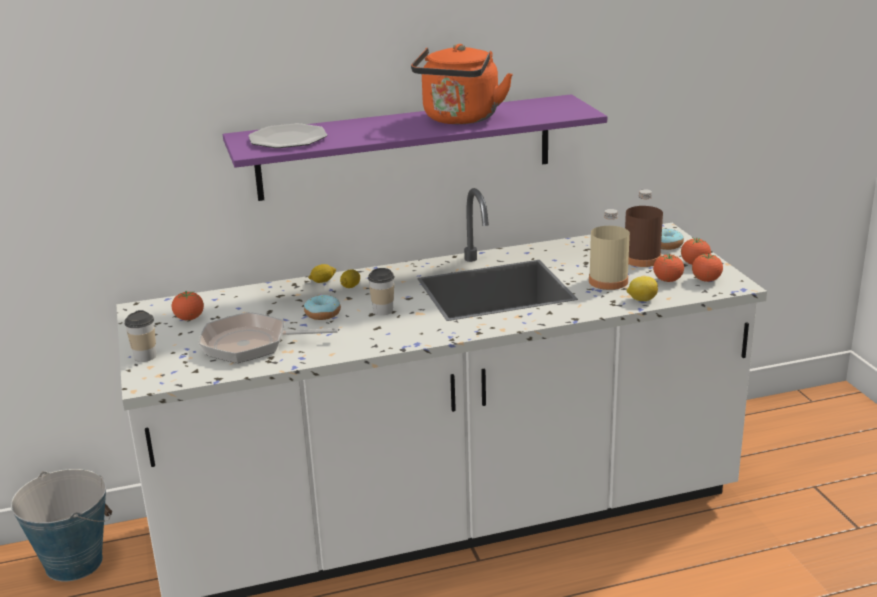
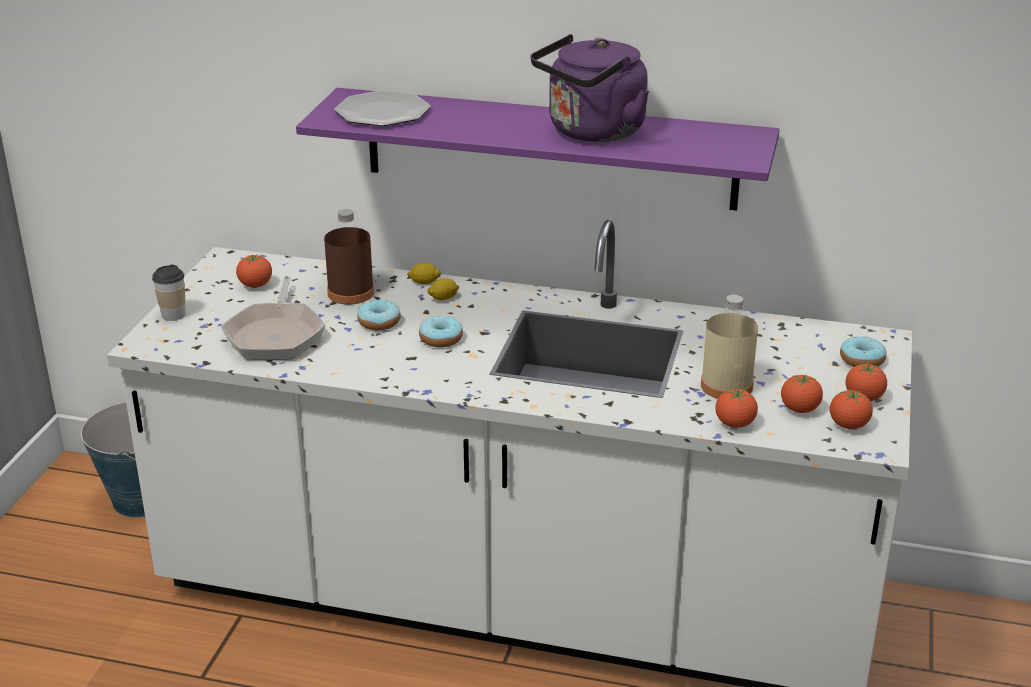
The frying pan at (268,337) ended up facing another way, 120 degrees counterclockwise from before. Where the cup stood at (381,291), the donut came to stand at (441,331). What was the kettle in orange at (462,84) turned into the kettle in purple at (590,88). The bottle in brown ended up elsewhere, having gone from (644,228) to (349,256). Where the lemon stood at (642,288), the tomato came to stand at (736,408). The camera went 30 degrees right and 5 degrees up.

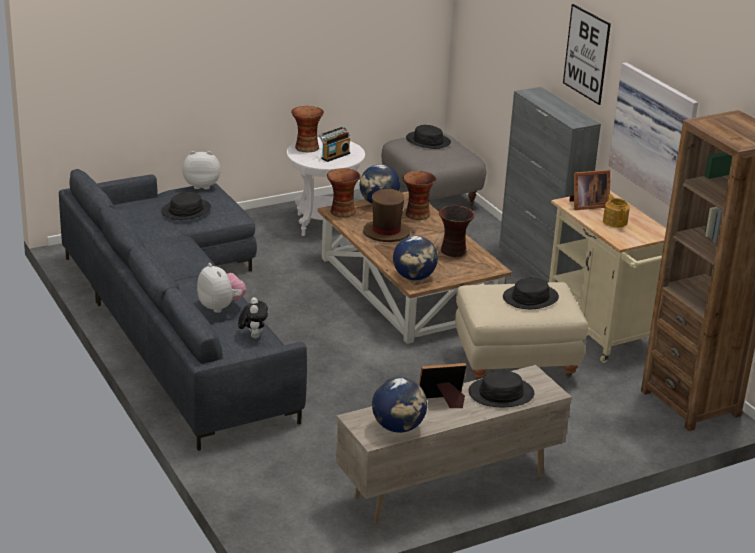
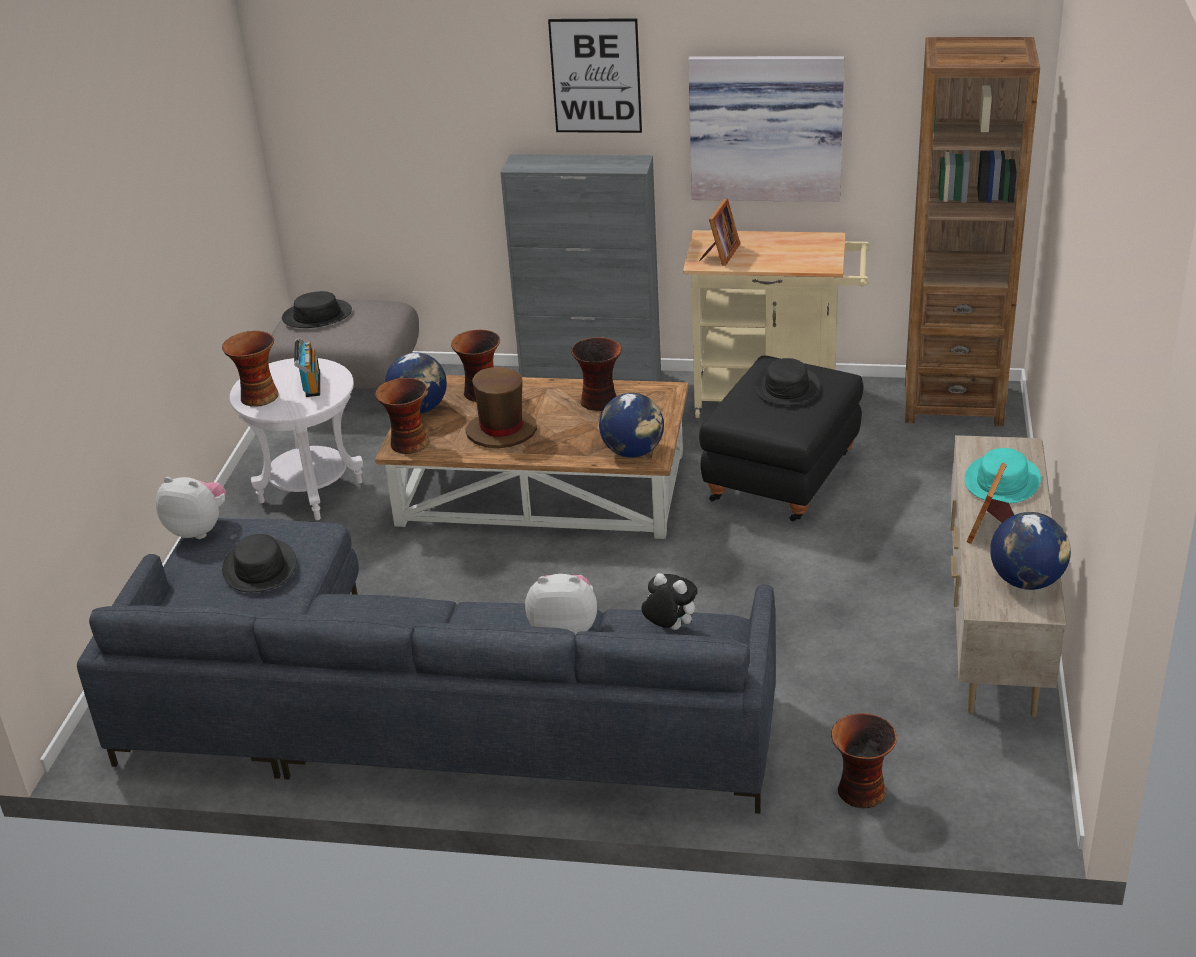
The plush toy at (201,170) ended up facing another way, 75 degrees clockwise from before. What was the ottoman in beige at (521,331) turned into the ottoman in black at (781,438). What was the hat in black at (501,389) turned into the hat in turquoise at (1003,476). The second view lost the teapot at (616,210). The second view gained the vase at (864,760). The camera went 50 degrees left and 5 degrees up.

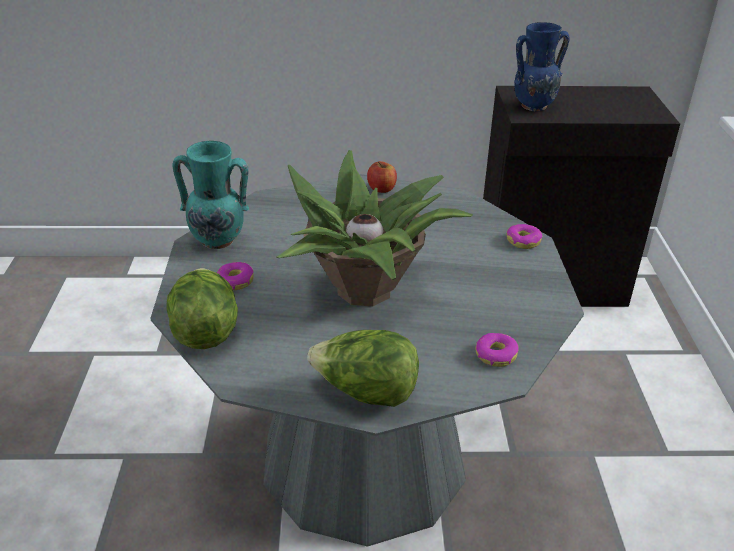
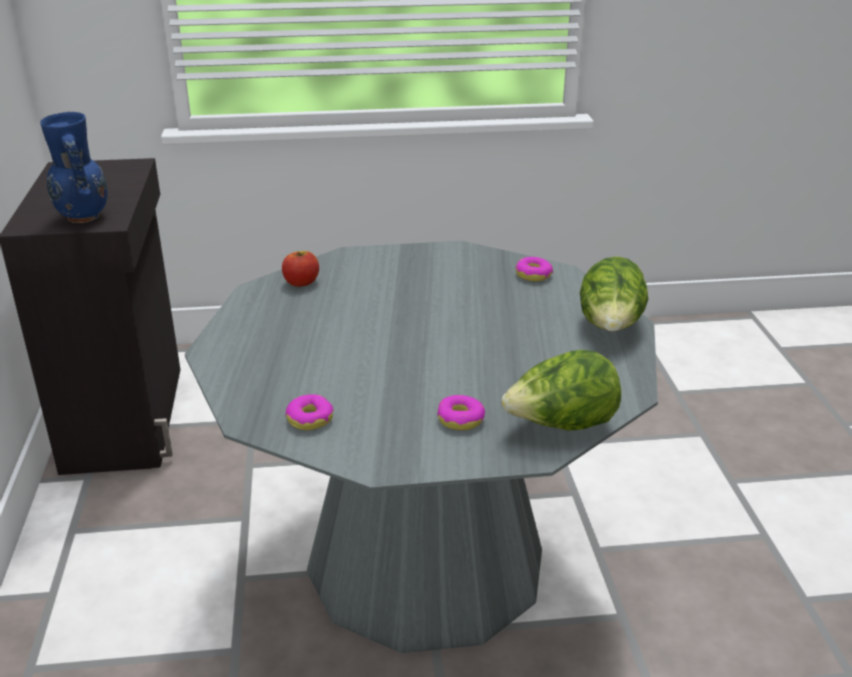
The second view lost the vase in turquoise at (211,195). The second view lost the potted plant at (375,228). The apple ended up elsewhere, having gone from (382,177) to (300,269). The donut ended up elsewhere, having gone from (524,236) to (309,412). The camera went 95 degrees left and 5 degrees down.

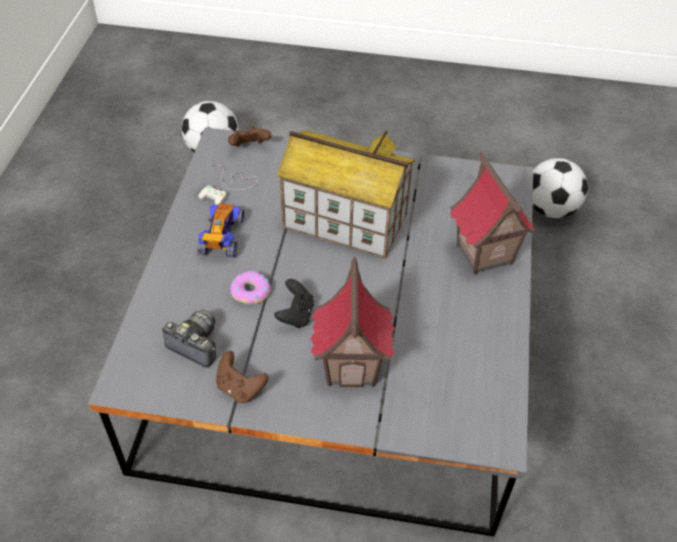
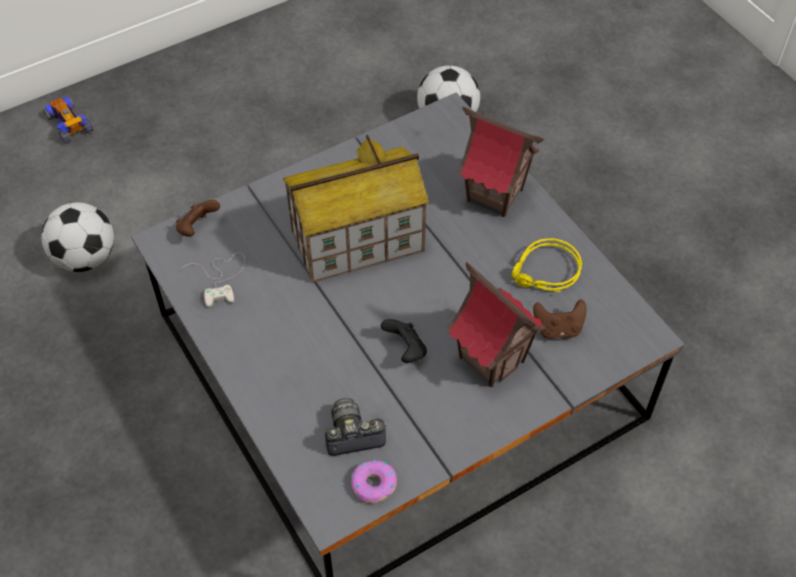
The toy car ended up elsewhere, having gone from (220,231) to (68,120). The game controller in brown ended up elsewhere, having gone from (242,377) to (560,319). The donut ended up elsewhere, having gone from (250,287) to (374,481). The second view gained the headphones in yellow at (546,265). The camera went 40 degrees left and 5 degrees up.

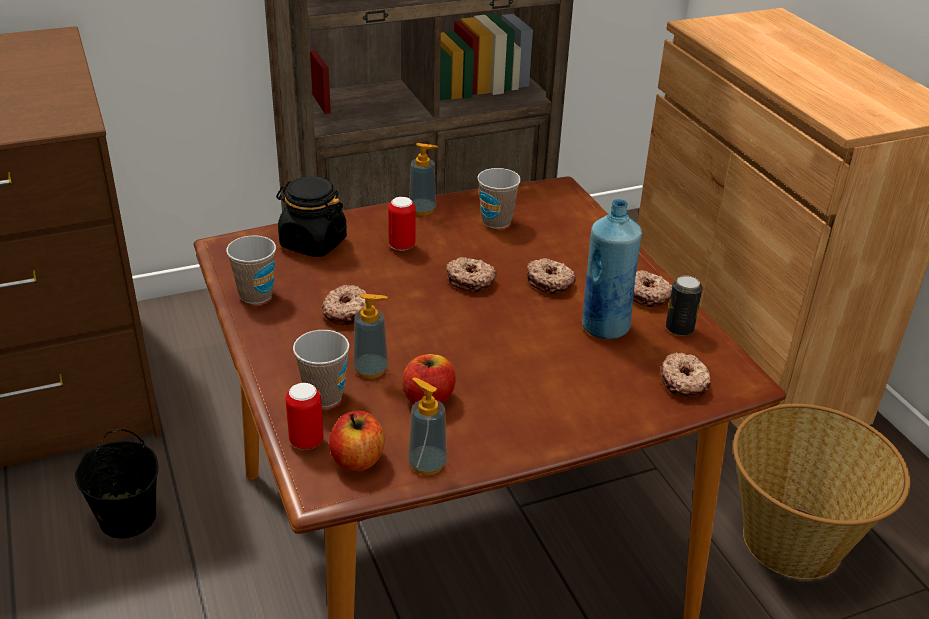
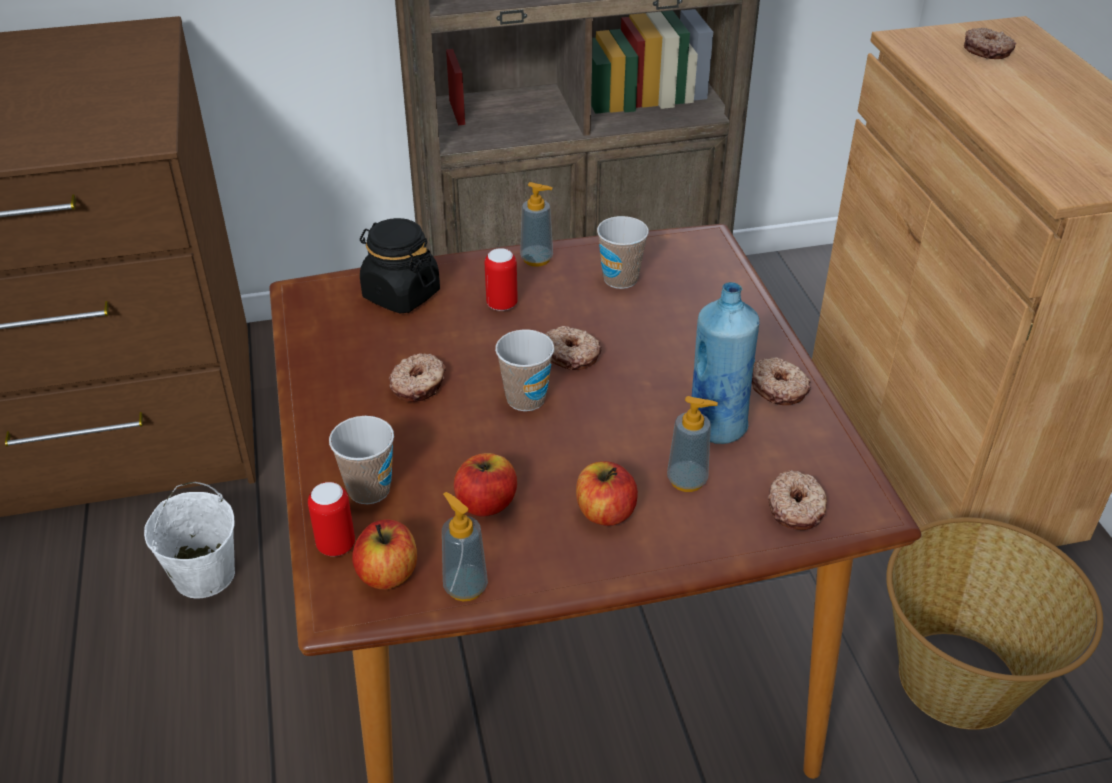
What was the bucket in black at (117,484) turned into the bucket in white at (189,540). The cup ended up elsewhere, having gone from (251,269) to (524,370). The soap dispenser ended up elsewhere, having gone from (370,336) to (692,444). The donut ended up elsewhere, having gone from (551,276) to (990,43). The second view lost the can at (684,305). The second view gained the apple at (607,493). The camera went 10 degrees right and 5 degrees up.

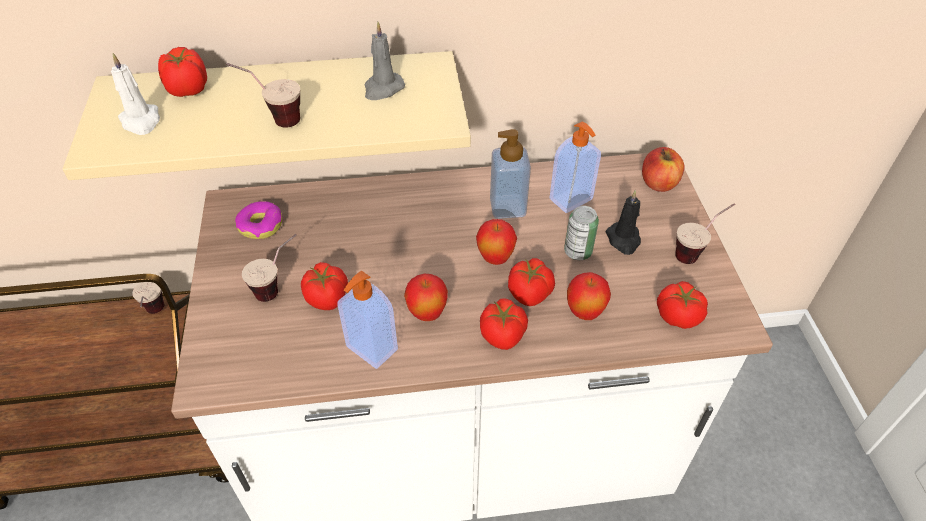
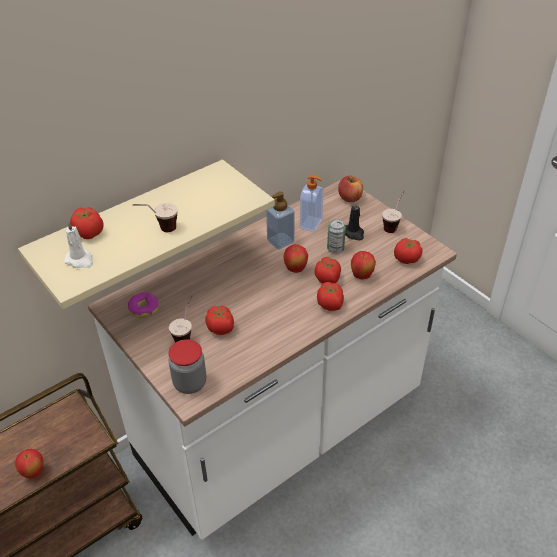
The second view lost the cup at (148,298). The second view lost the soap dispenser at (367,320). The second view lost the candle in grey at (385,61). The apple ended up elsewhere, having gone from (426,297) to (29,463). The second view gained the jar at (187,366). The camera went 30 degrees left and 5 degrees down.

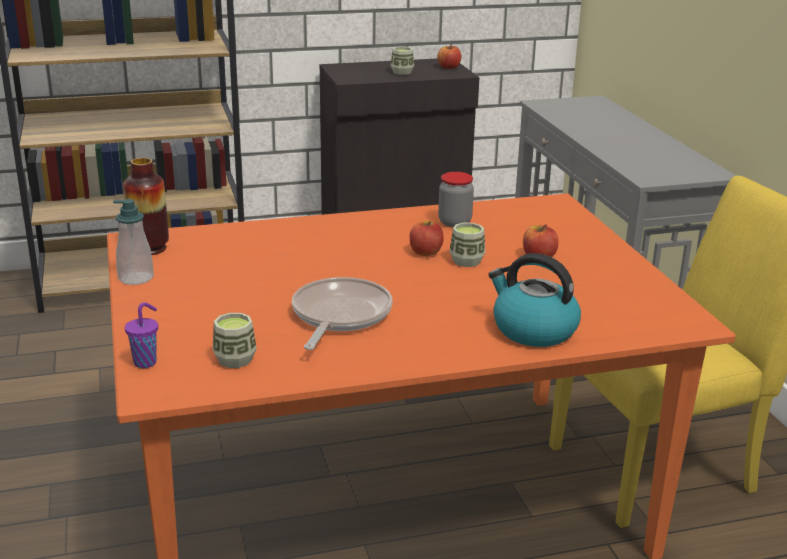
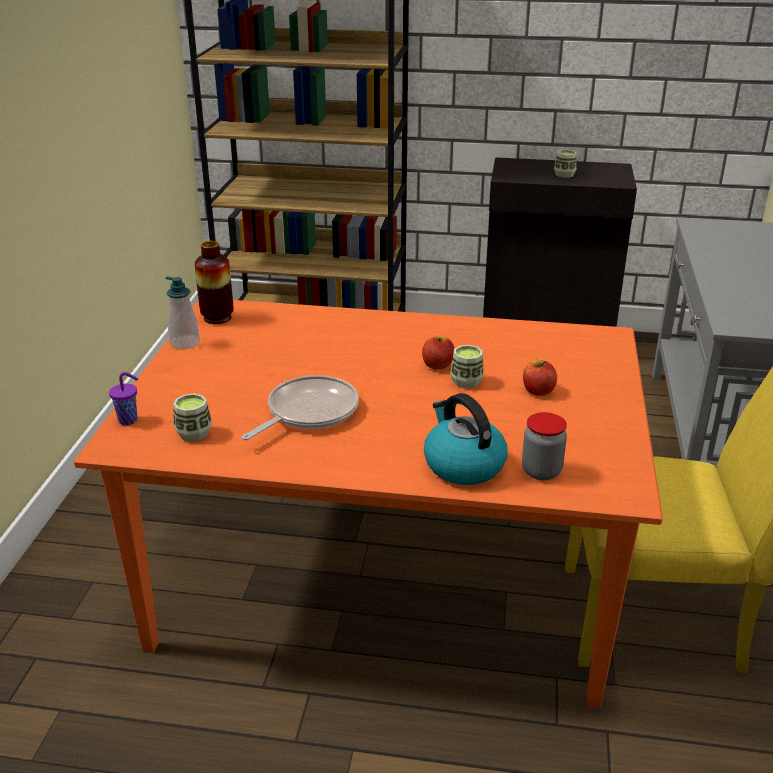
The second view lost the apple at (449,56). The jar ended up elsewhere, having gone from (456,199) to (544,446). The camera went 25 degrees right and 5 degrees up.

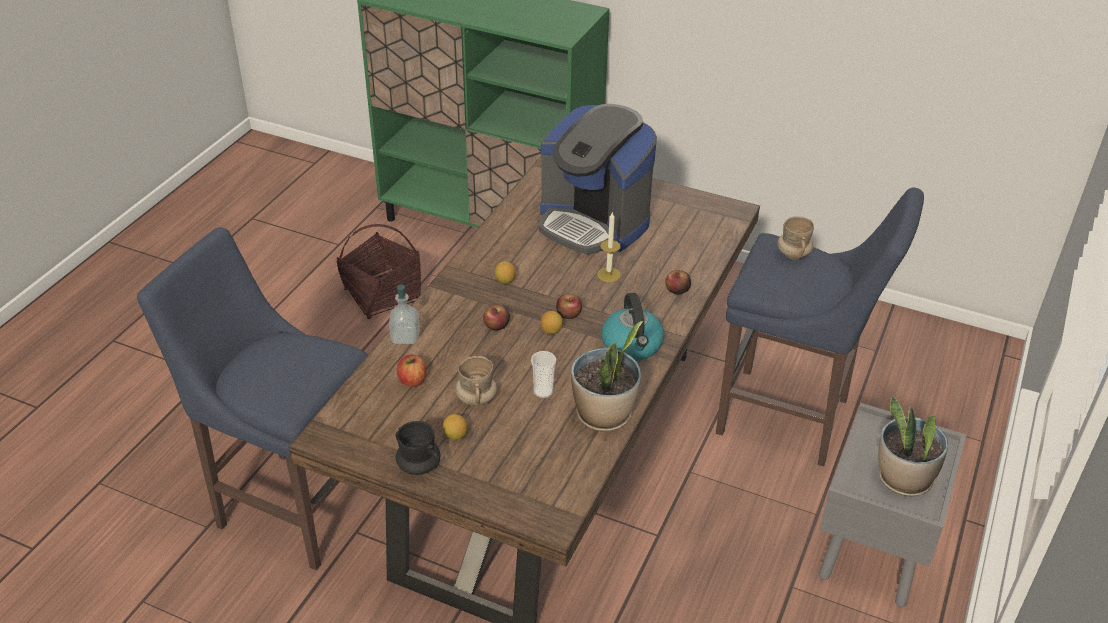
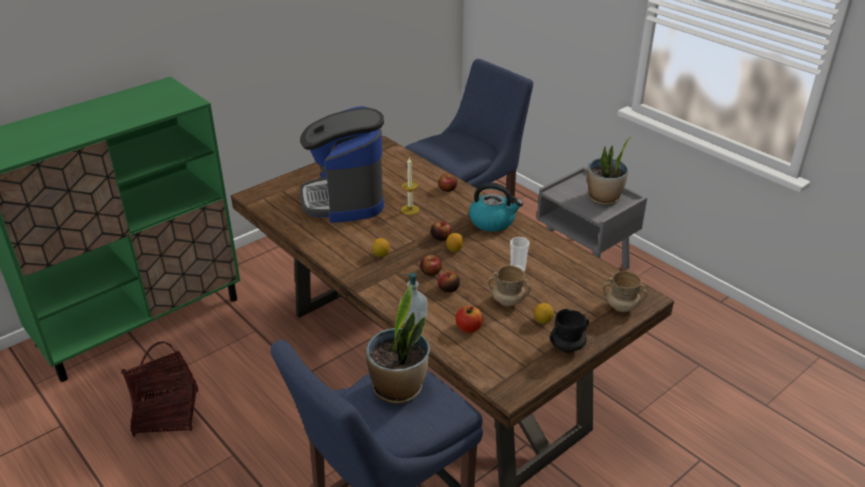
The coffee machine at (598,179) ended up facing another way, 105 degrees clockwise from before. The potted plant ended up elsewhere, having gone from (607,376) to (398,344). The mug in beige ended up elsewhere, having gone from (795,237) to (625,291). The second view gained the apple at (449,281). The camera went 65 degrees left and 5 degrees down.

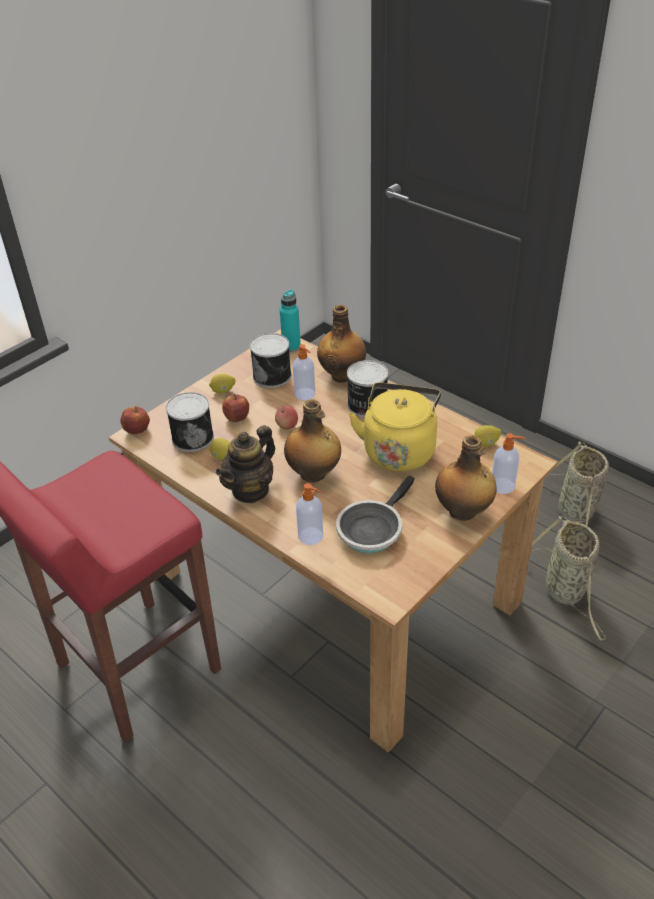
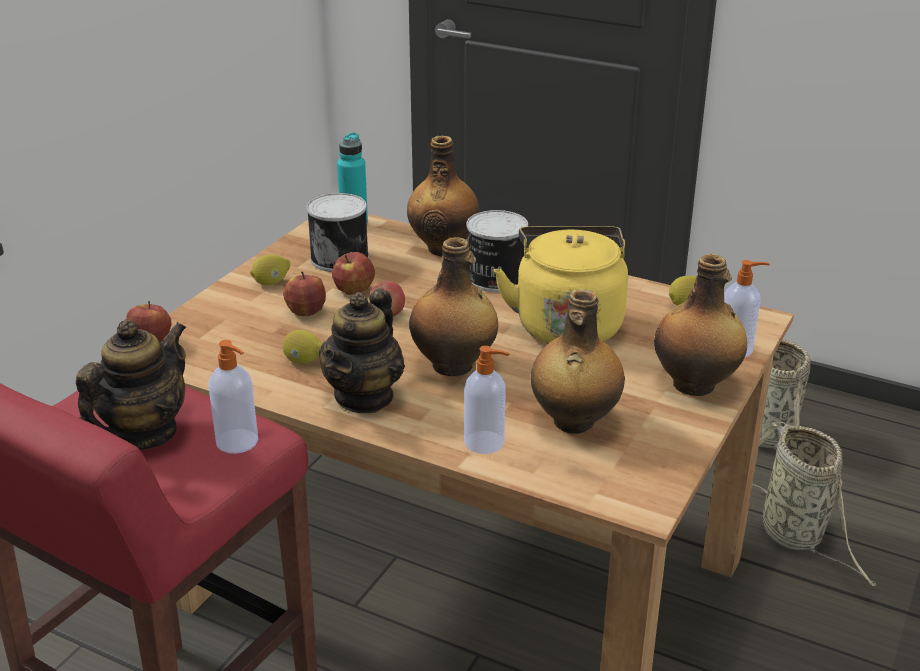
The second view lost the can at (190,422). The soap dispenser ended up elsewhere, having gone from (304,372) to (233,397). Where the frying pan stood at (375,514), the bottle came to stand at (578,361). The second view gained the teapot at (131,384). The second view gained the apple at (353,273). The camera went 15 degrees left and 10 degrees down.

